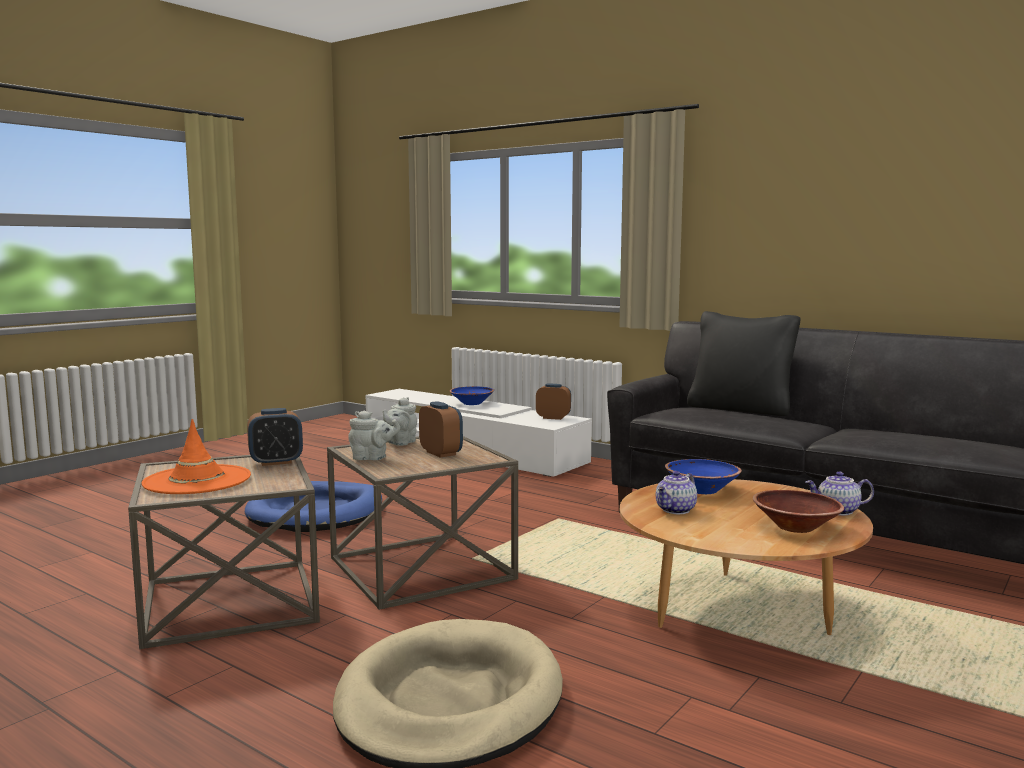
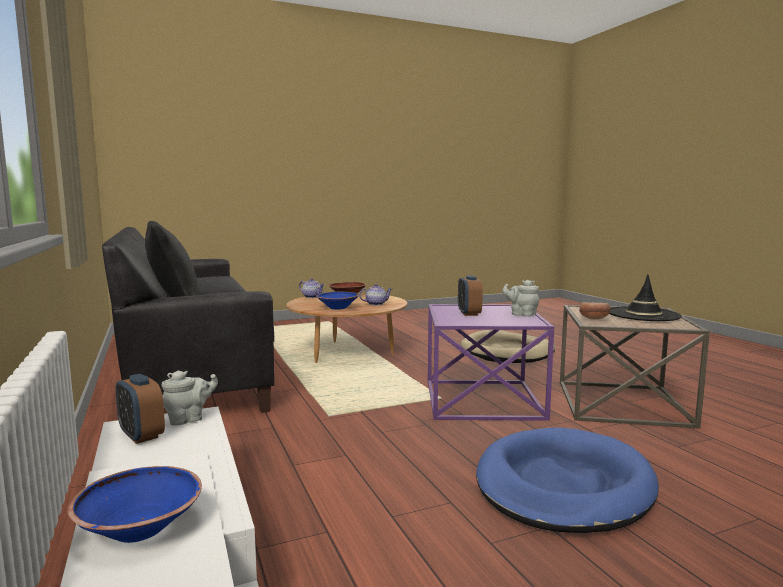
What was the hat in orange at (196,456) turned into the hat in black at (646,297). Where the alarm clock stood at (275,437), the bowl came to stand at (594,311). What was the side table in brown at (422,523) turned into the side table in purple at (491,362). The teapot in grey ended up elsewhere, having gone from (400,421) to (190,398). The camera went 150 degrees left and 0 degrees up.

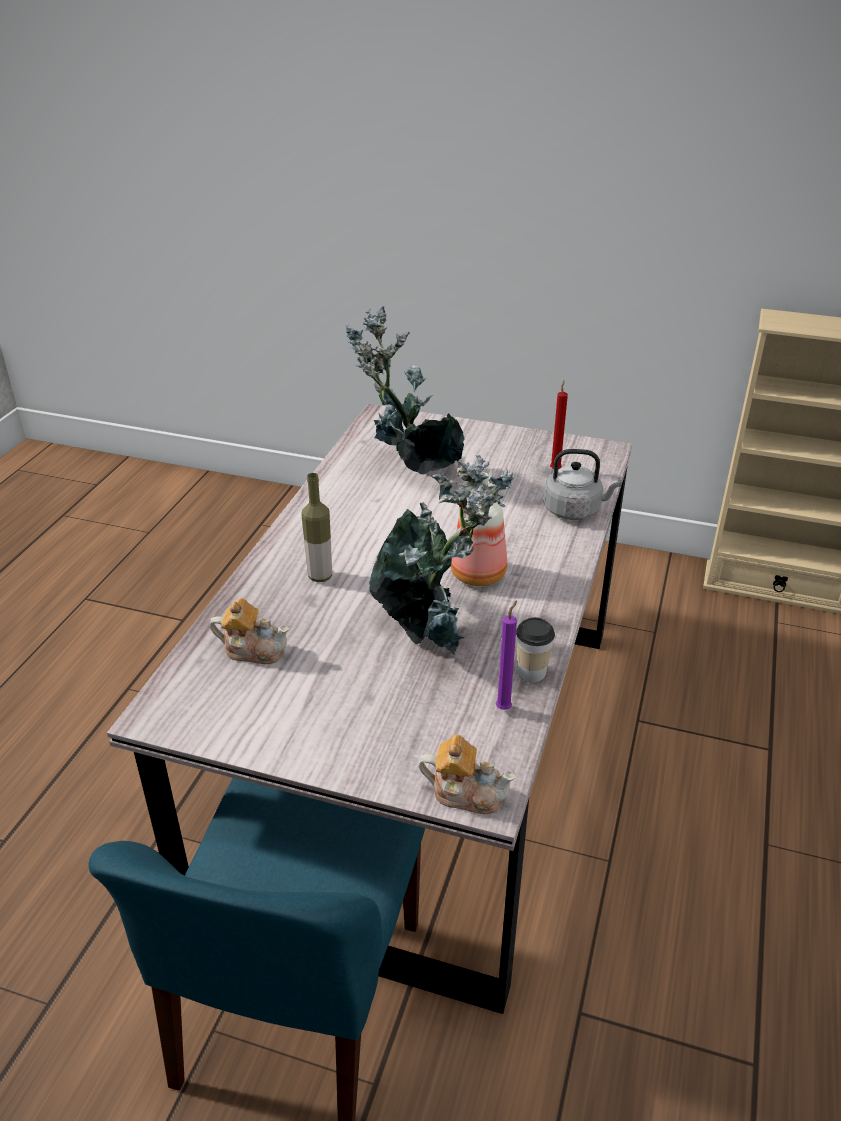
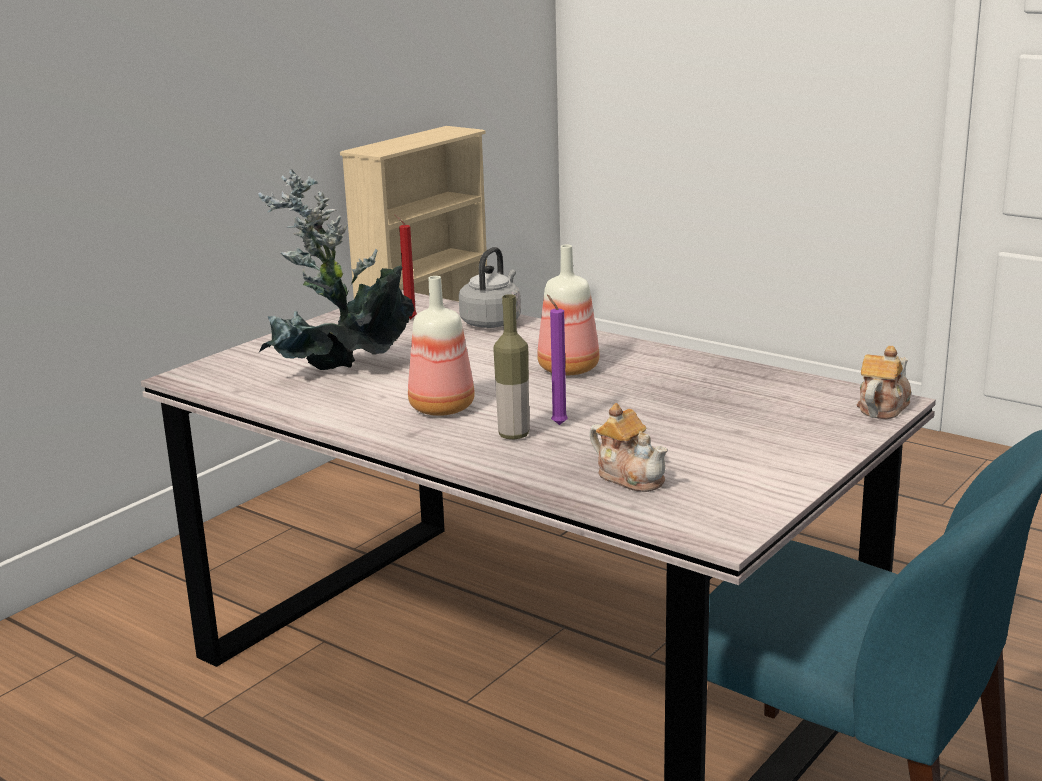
The teapot at (249,631) ended up facing another way, 105 degrees clockwise from before. The second view lost the potted plant at (441,555). The candle in purple ended up elsewhere, having gone from (506,655) to (557,359). The second view lost the cup at (535,650). The second view gained the bottle at (441,346). The camera went 70 degrees left and 15 degrees down.

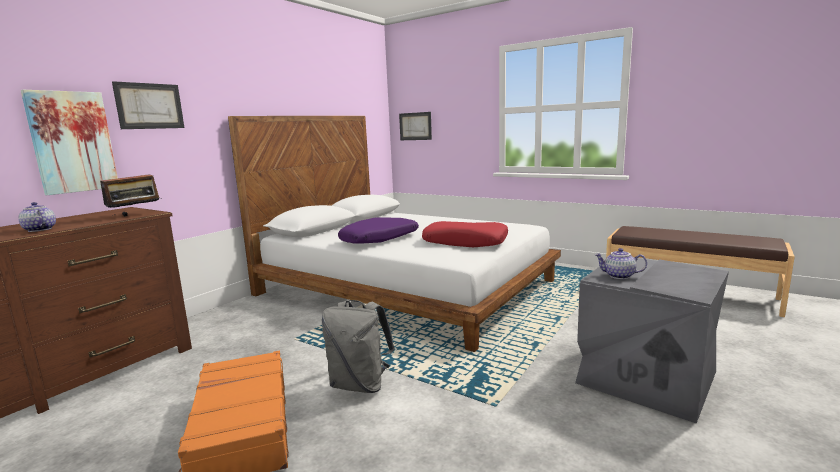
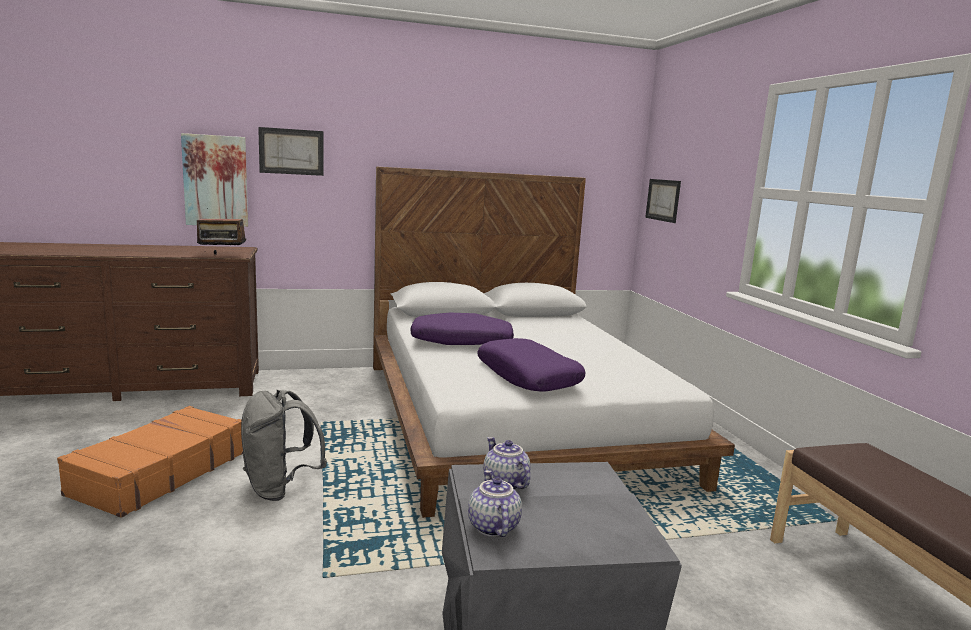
The teapot ended up elsewhere, having gone from (37,217) to (495,503). What was the pillow in red at (465,234) turned into the pillow in purple at (531,365). The camera went 40 degrees right and 0 degrees up.

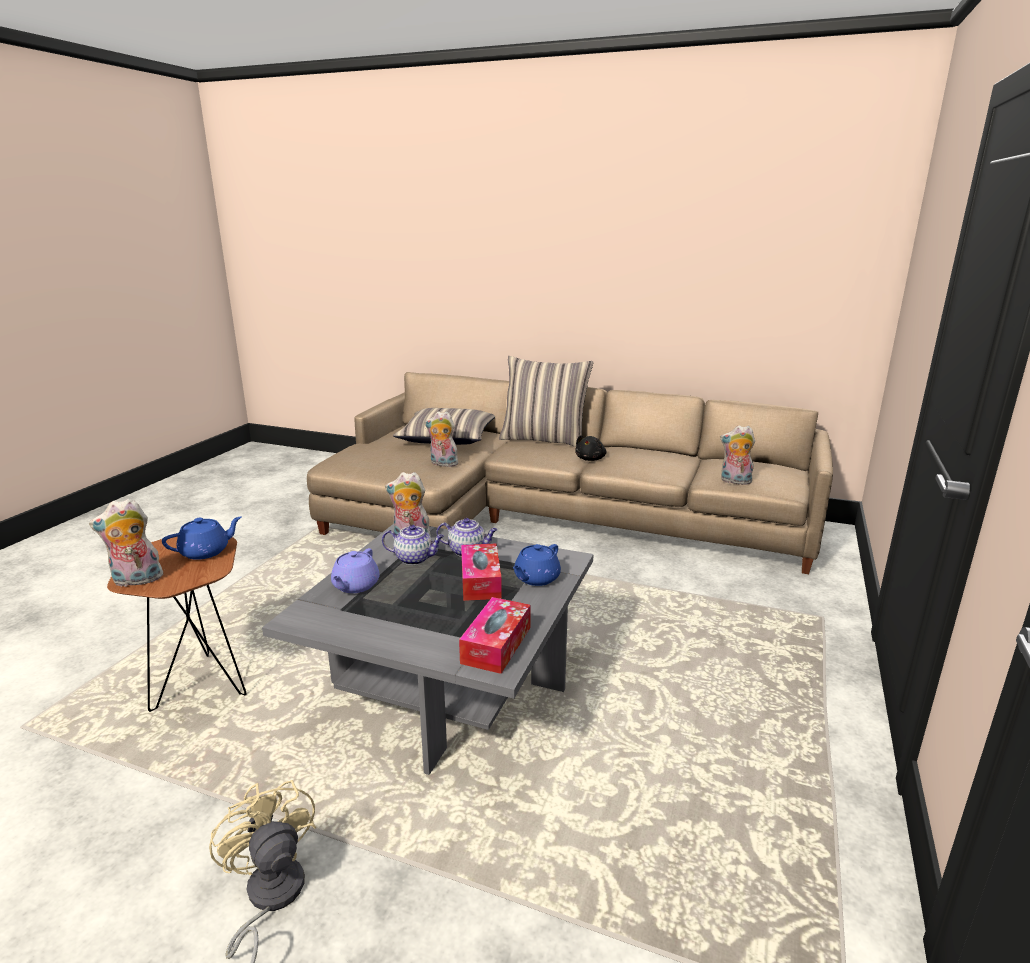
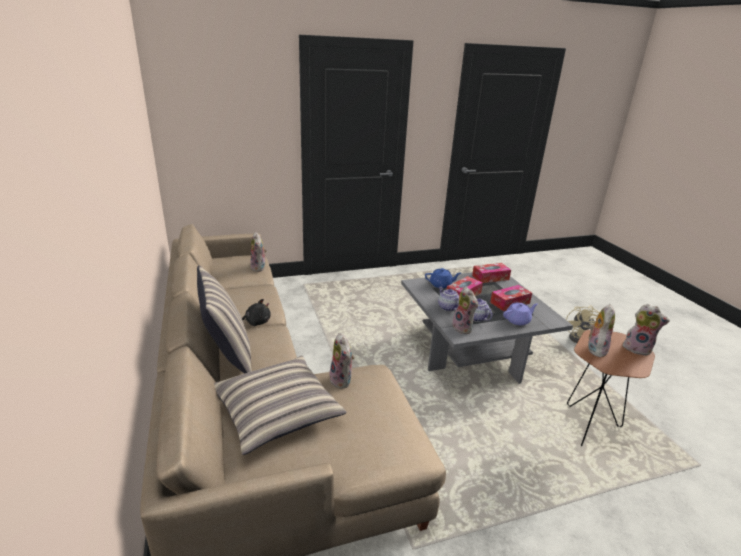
Where the teapot in blue stood at (202,538), the plush toy came to stand at (601,330). The second view gained the tissue box at (511,298). The camera went 130 degrees left and 5 degrees up.

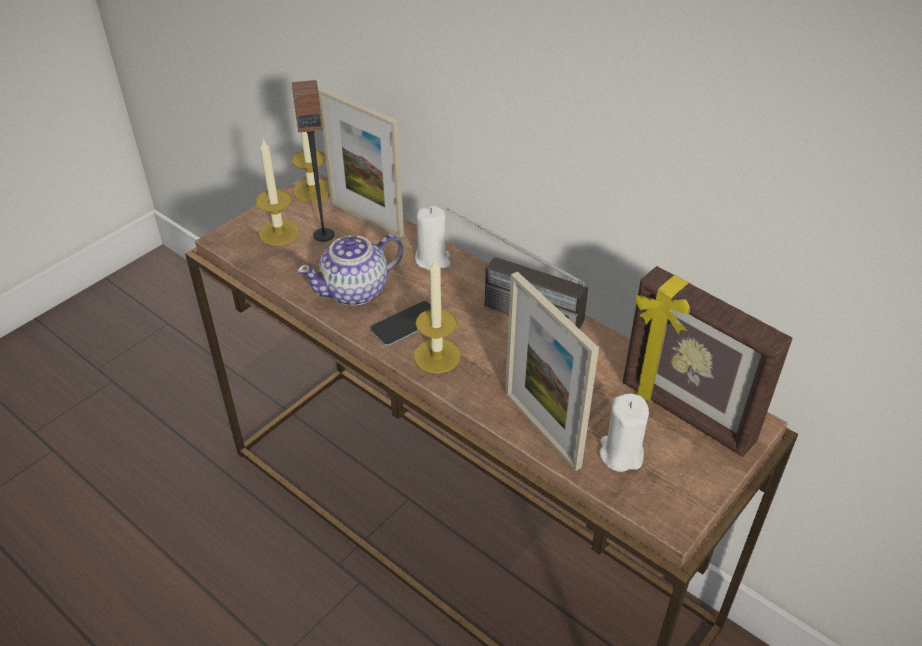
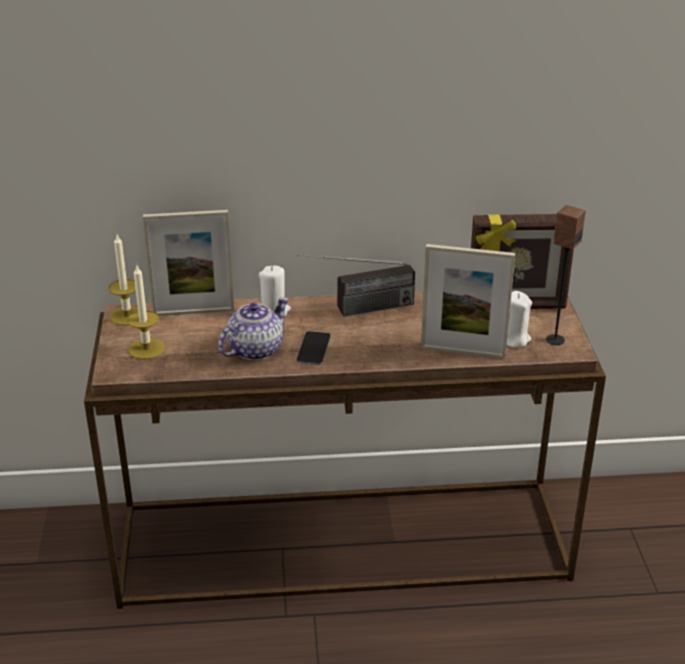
The speaker ended up elsewhere, having gone from (313,161) to (565,275). The teapot at (350,270) ended up facing another way, 150 degrees counterclockwise from before. The second view lost the candle at (437,315). The camera went 45 degrees left and 10 degrees down.

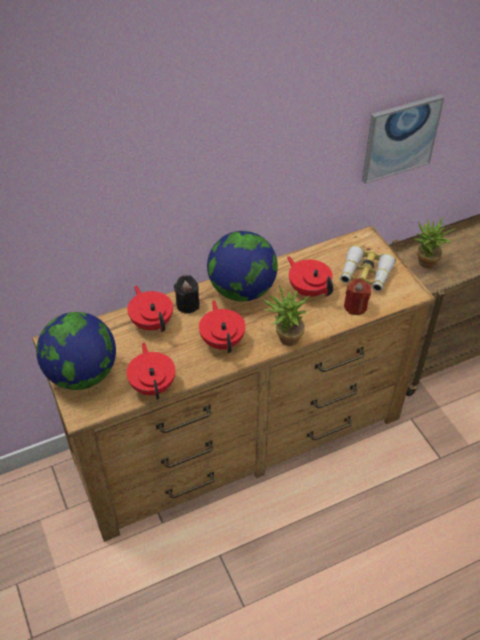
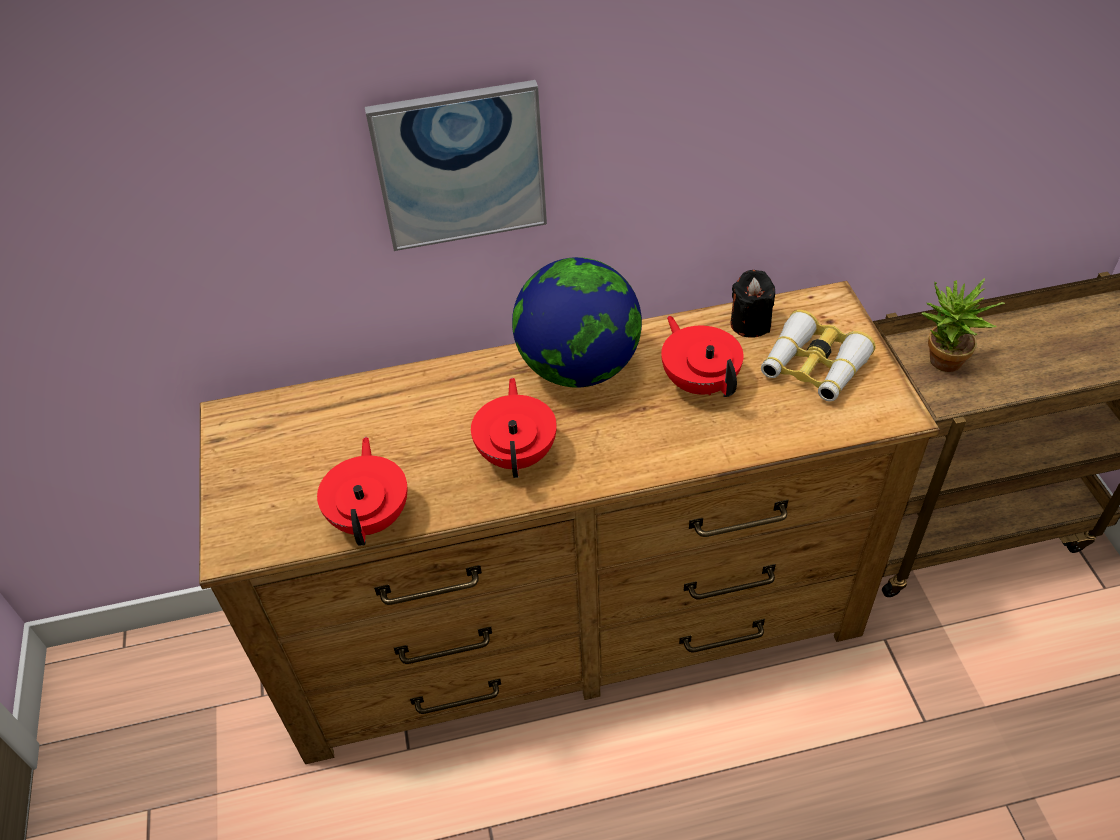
The second view lost the globe at (76,351). The second view lost the teapot in red at (150,308). The candle in black ended up elsewhere, having gone from (187,294) to (753,304). The second view lost the potted plant at (285,315). The second view lost the candle in red at (357,296). The picture ended up elsewhere, having gone from (403,139) to (456,165). The camera went 15 degrees right and 0 degrees up.

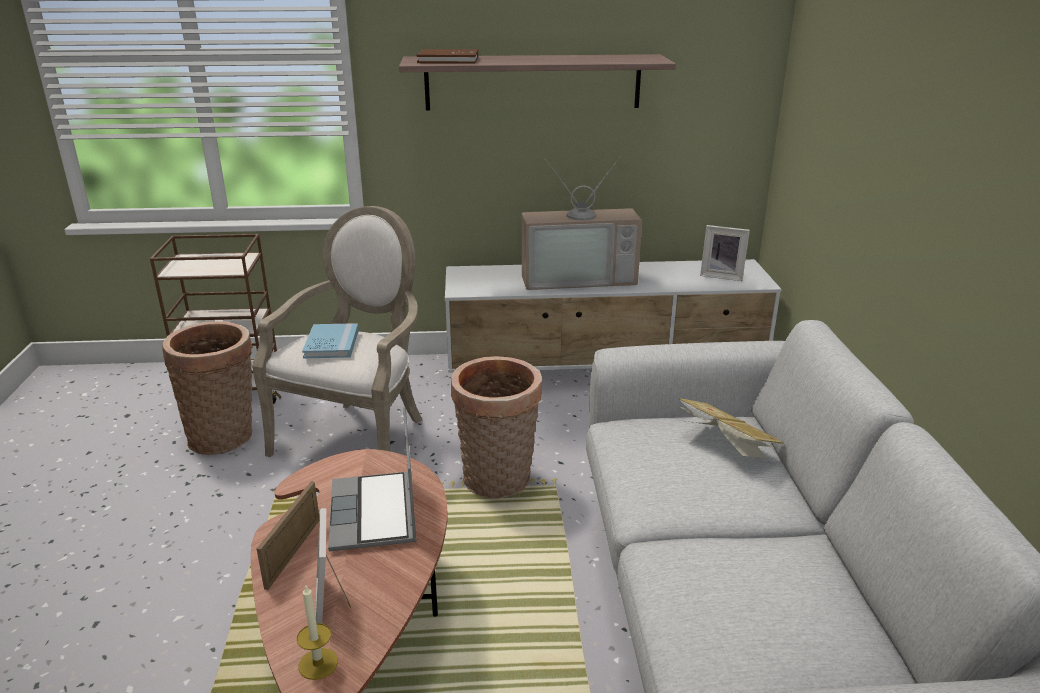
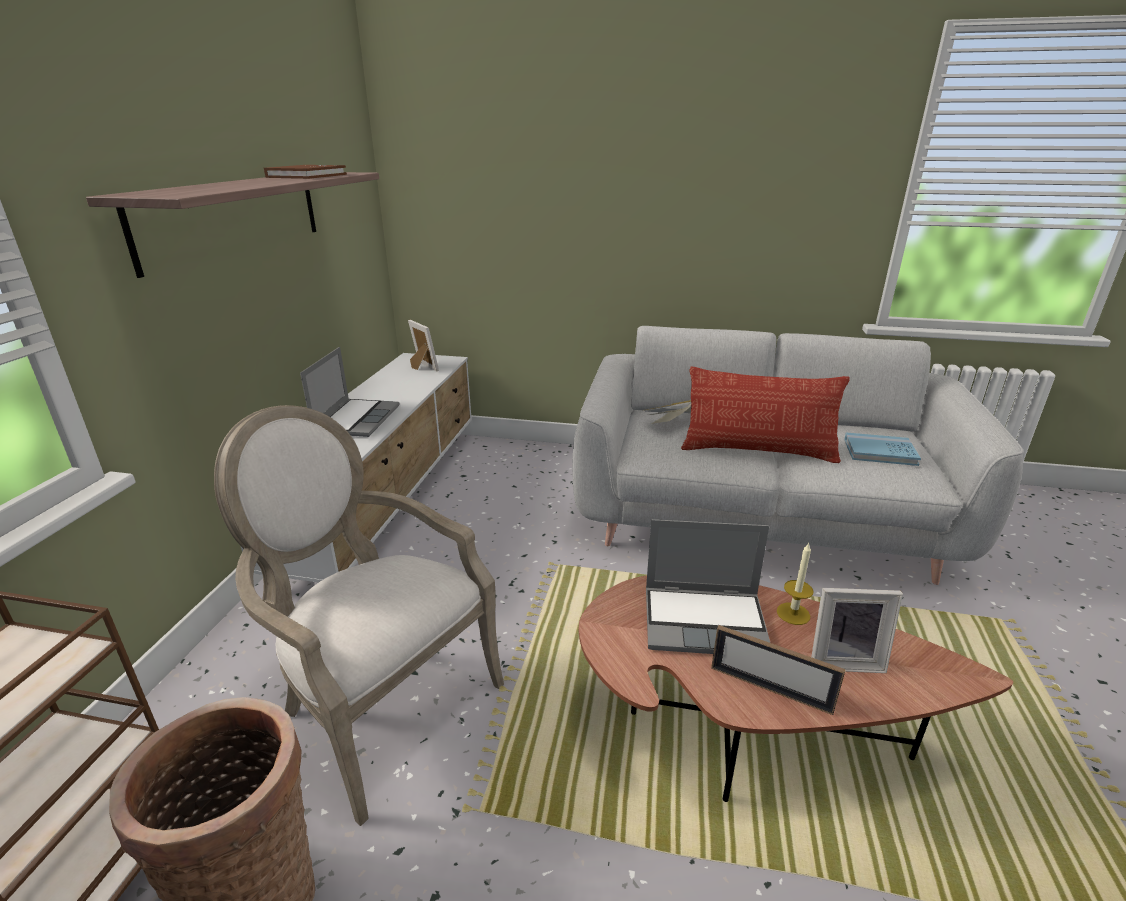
The candle ended up elsewhere, having gone from (317,632) to (795,583). The book in blue ended up elsewhere, having gone from (330,340) to (882,449). The book in brown ended up elsewhere, having gone from (447,56) to (305,172). The second view lost the basket at (496,427). Where the television stood at (582,223), the laptop came to stand at (349,392). The picture frame at (725,253) ended up facing another way, 75 degrees counterclockwise from before. The second view gained the pillow at (765,415). The camera went 75 degrees left and 0 degrees up.

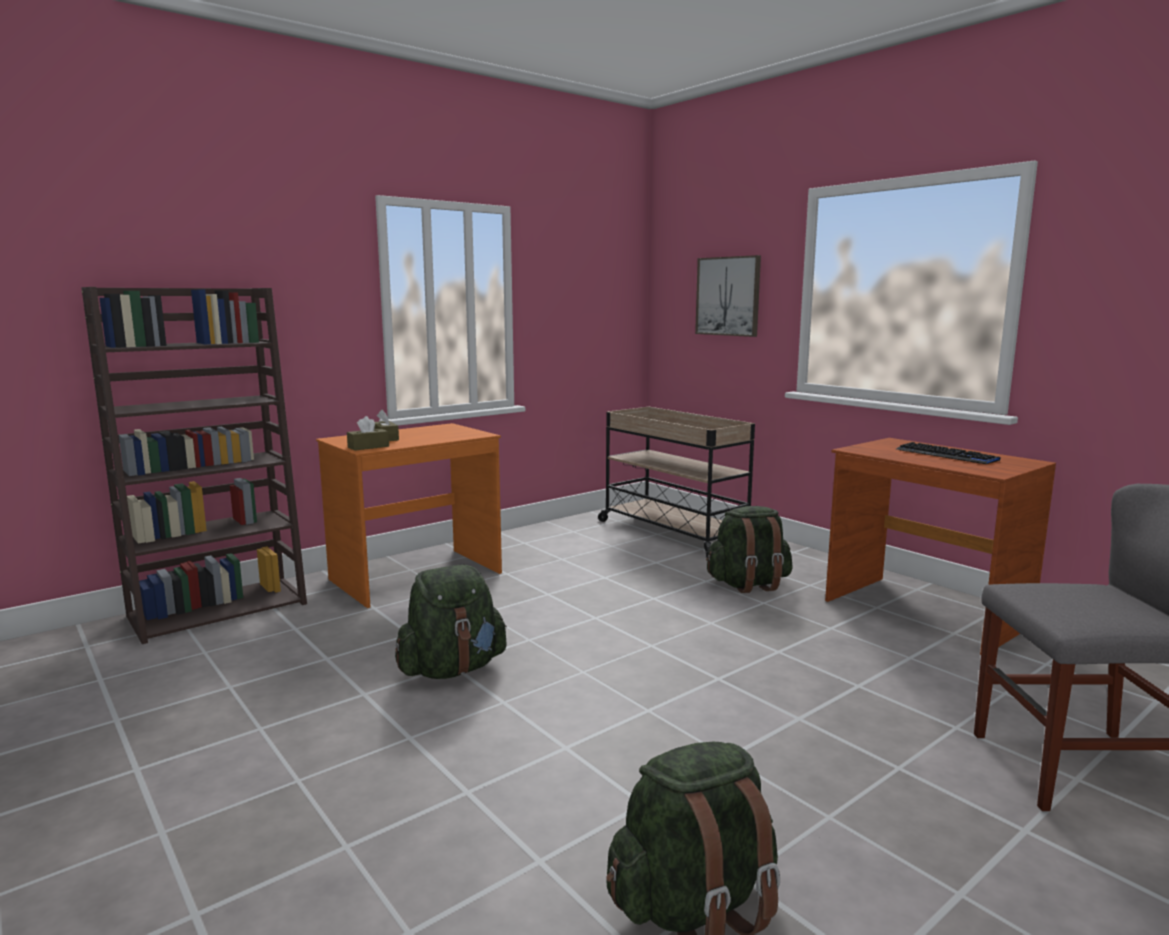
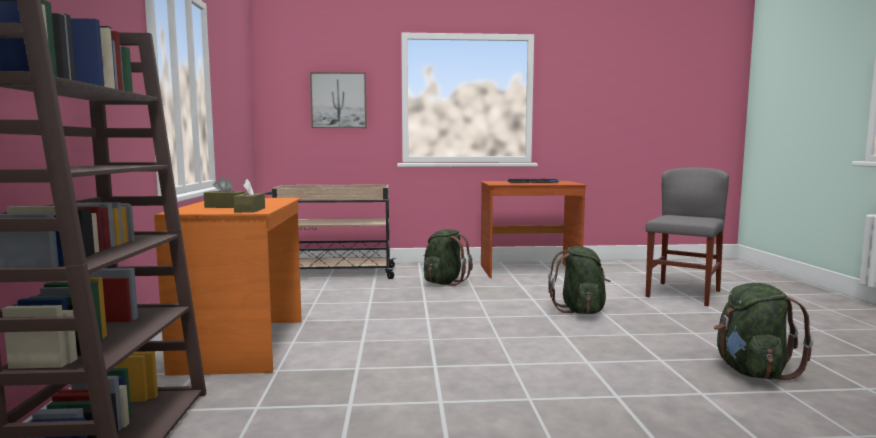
The backpack in green ended up elsewhere, having gone from (451,622) to (579,280). The camera went 55 degrees left and 5 degrees down.

